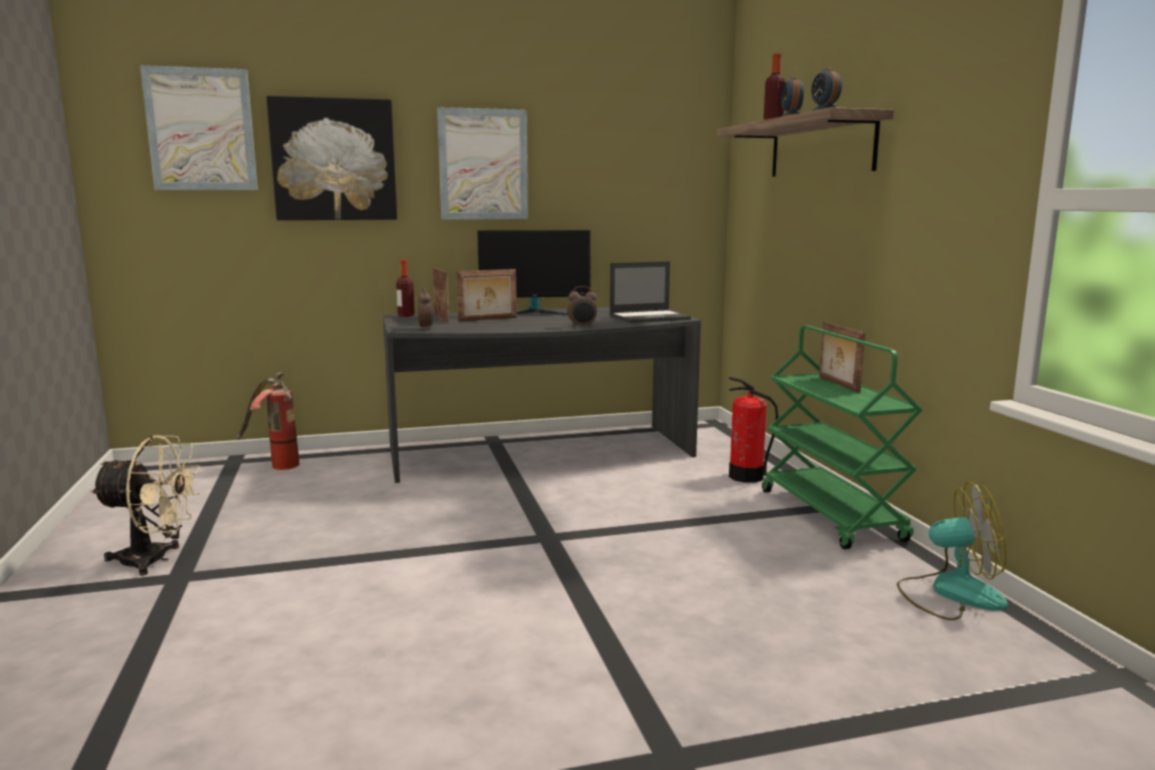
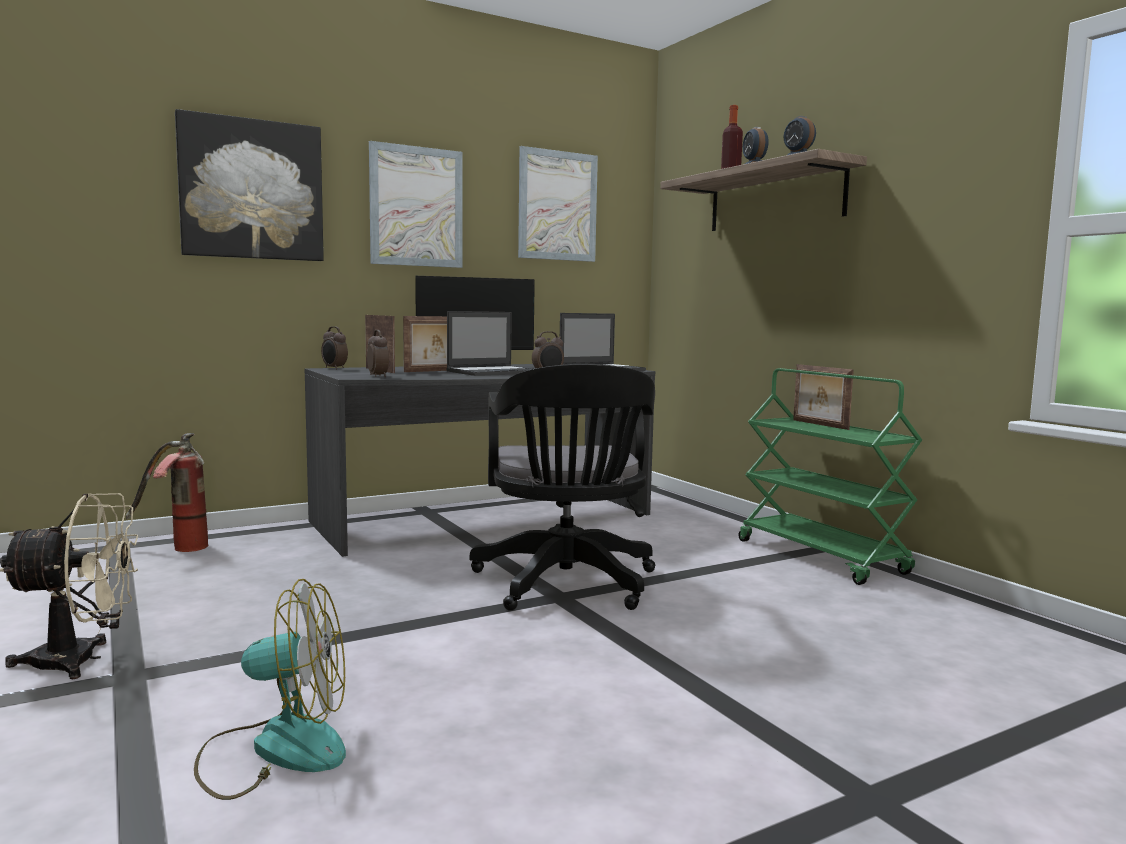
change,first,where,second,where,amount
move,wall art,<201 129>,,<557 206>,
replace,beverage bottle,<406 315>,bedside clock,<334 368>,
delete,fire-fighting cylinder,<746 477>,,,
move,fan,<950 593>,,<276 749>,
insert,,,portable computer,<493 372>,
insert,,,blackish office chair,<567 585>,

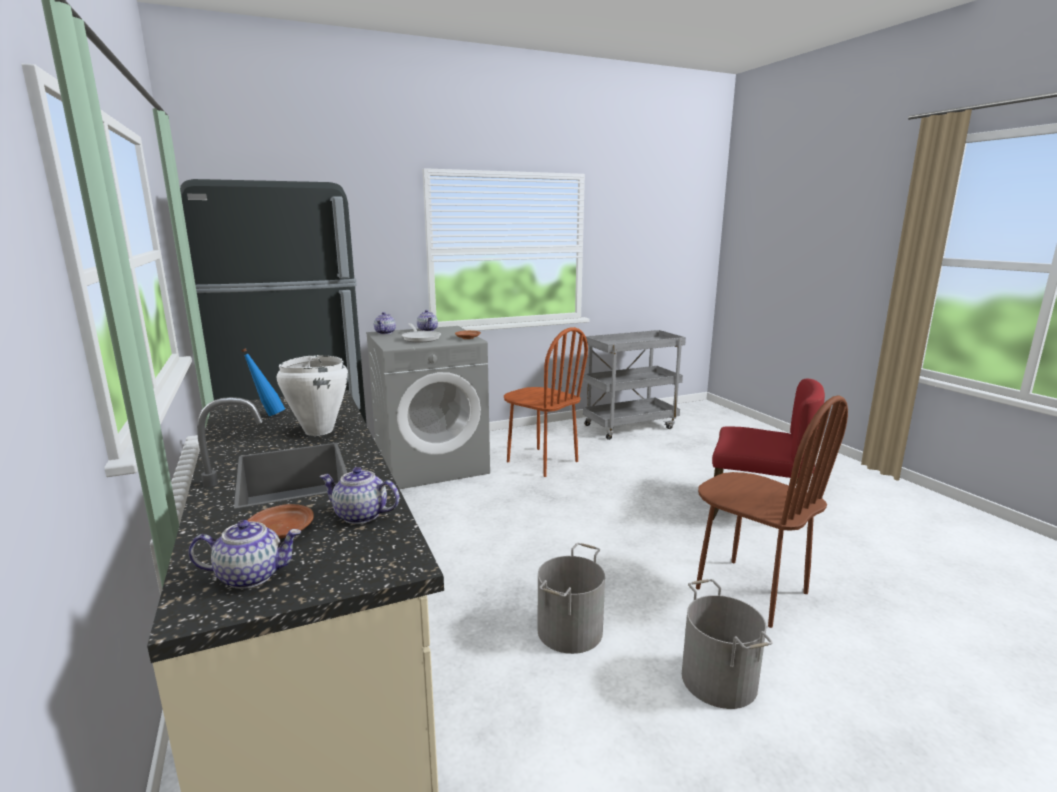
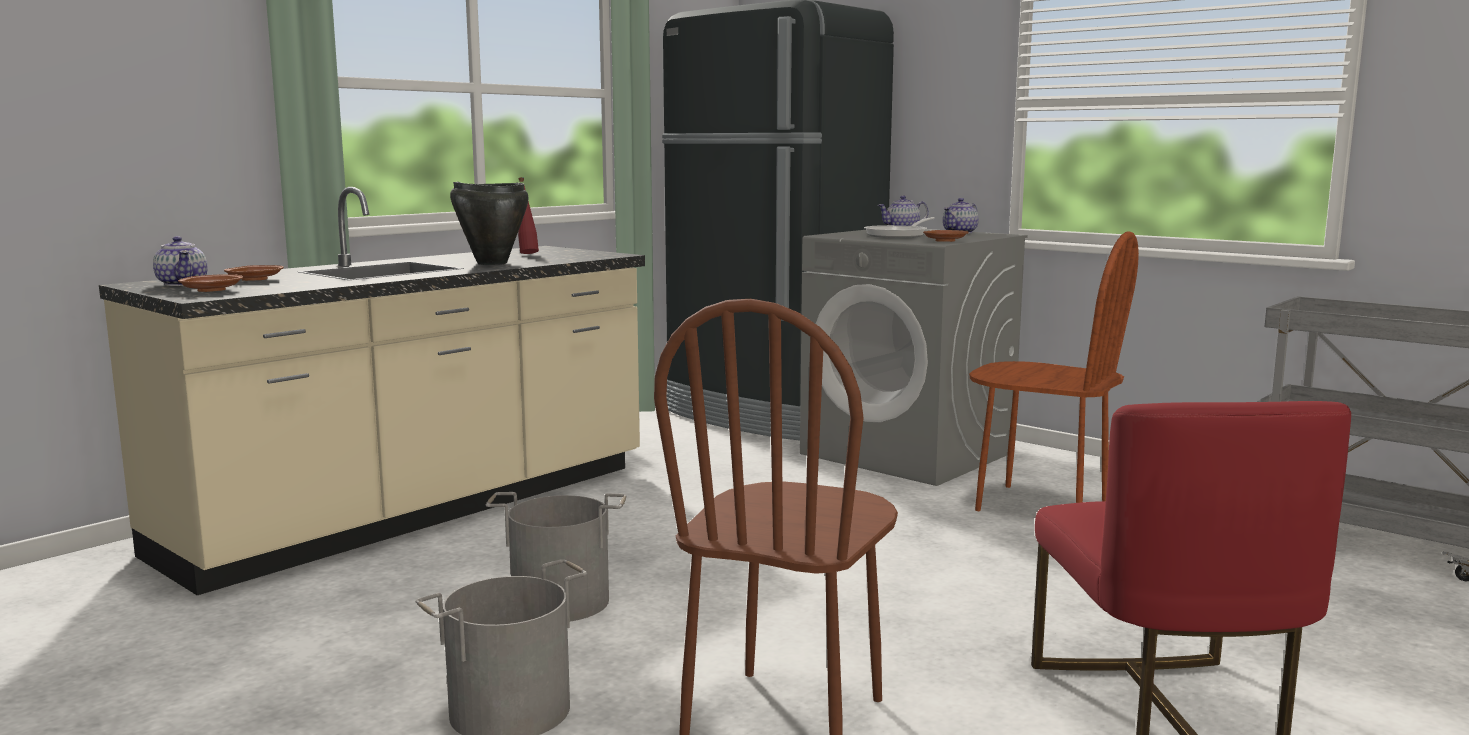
change,first,where,second,where,amount
recolor,blue beverage bottle,<267 415>,reddish beverage bottle,<527 253>,
recolor,whitish stockpot,<318 431>,blackish stockpot,<491 263>,
delete,tea pot,<360 515>,,,
rotate,brownish chair,<542 462>,,<1041 506>,75 degrees counterclockwise
insert,,,brownish dinner plate,<212 290>,

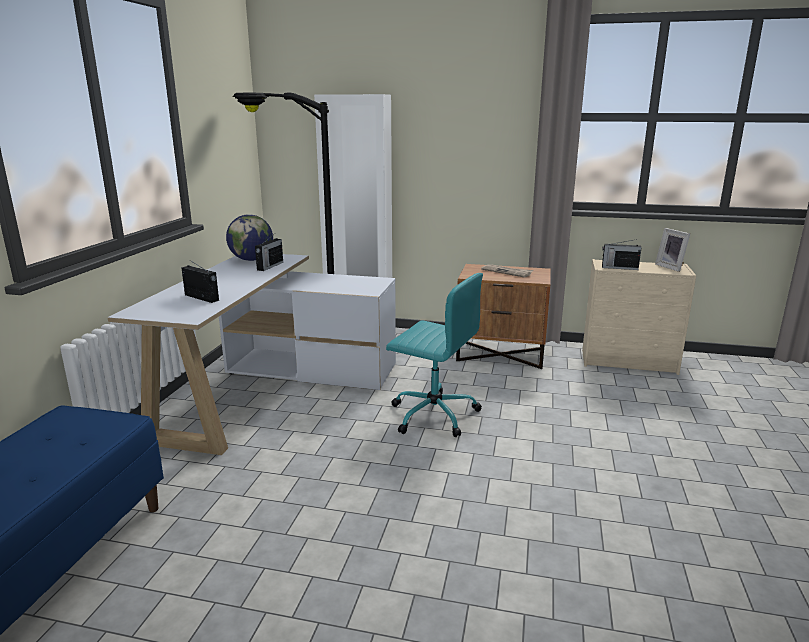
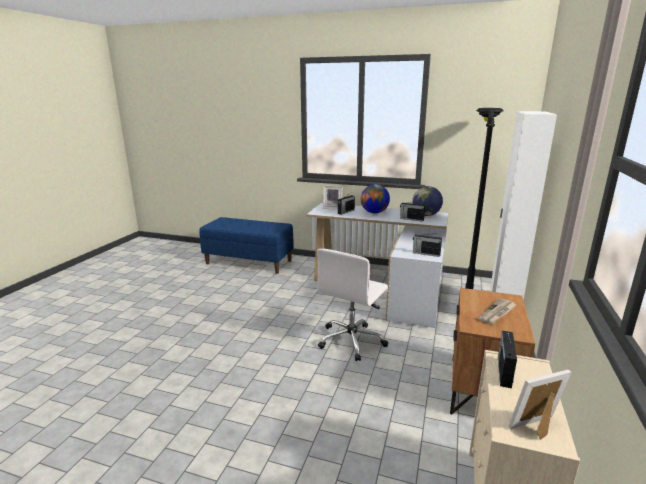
change,first,where,second,where,amount
recolor,blue-green office chair,<432 414>,whitish office chair,<352 340>,
insert,,,picture frame,<332 208>,
insert,,,globe,<374 212>,
insert,,,radio set,<425 253>,

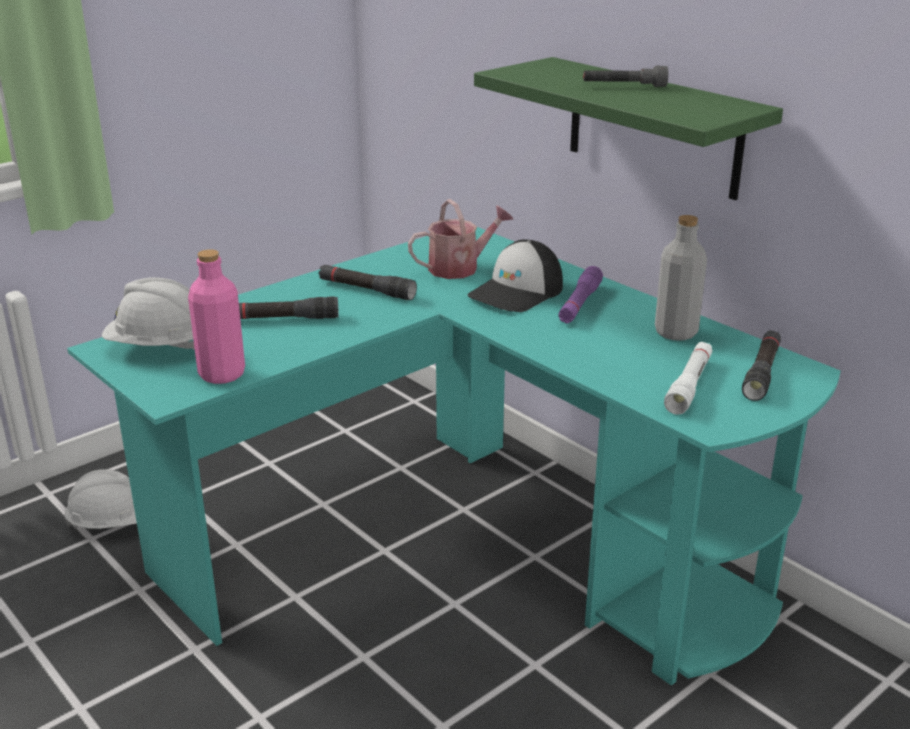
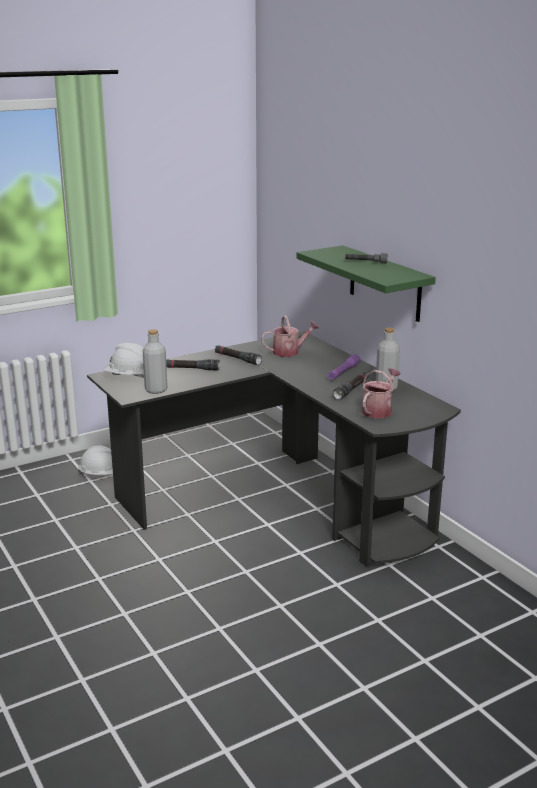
change,first,where,second,where,amount
recolor,blue-green desk table,<465 544>,blackish desk table,<282 500>,
recolor,pinkish beverage bottle,<222 374>,grey beverage bottle,<156 390>,
delete,baseball cap,<517 292>,,,
replace,whitish flashlight,<689 385>,sprinkling can,<379 410>,
move,blackish flashlight,<762 373>,,<351 390>,

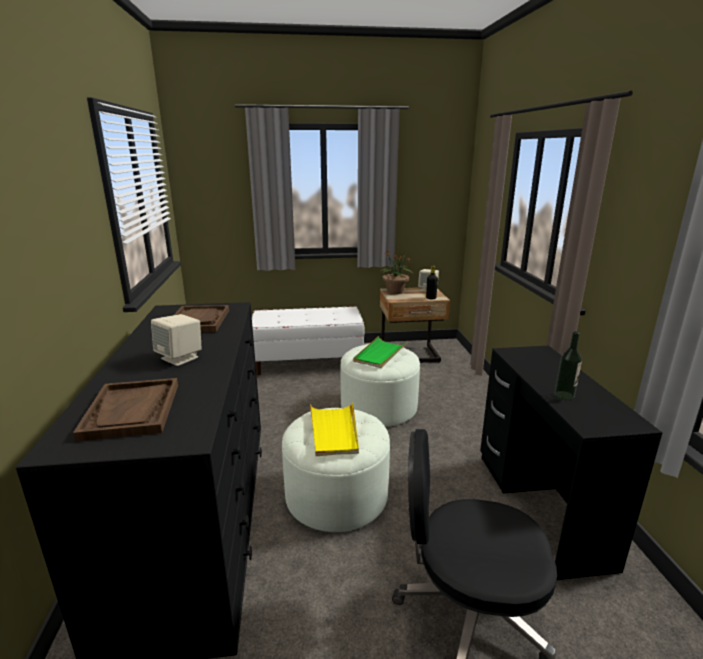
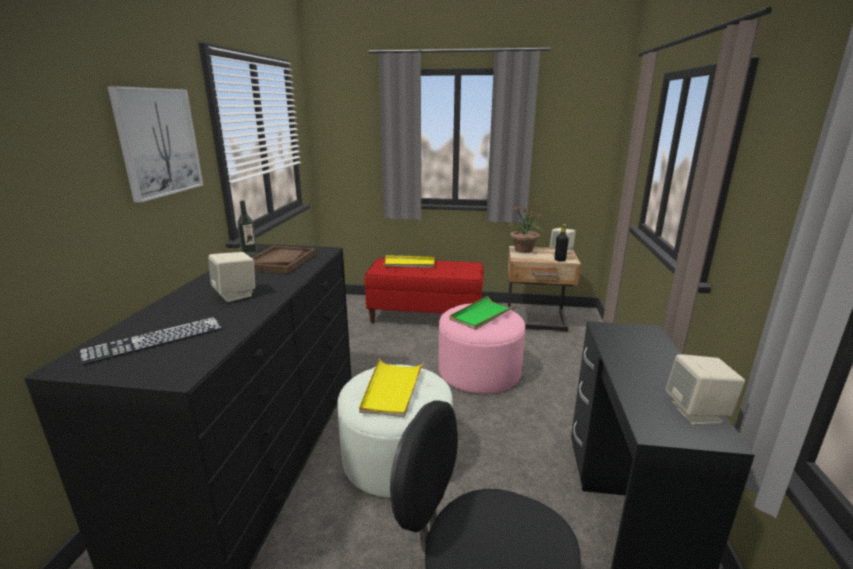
change,first,where,second,where,amount
replace,brownish tray,<132 410>,computer keyboard,<155 340>,
recolor,whitish indoor bench,<308 362>,reddish indoor bench,<426 316>,
recolor,whitish ottoman,<379 407>,pinkish ottoman,<479 372>,
move,beverage bottle,<564 395>,,<249 254>,
insert,,,wall art,<158 142>,
insert,,,yellow-coloured tray,<409 264>,
insert,,,sand-coloured audio speaker,<697 413>,

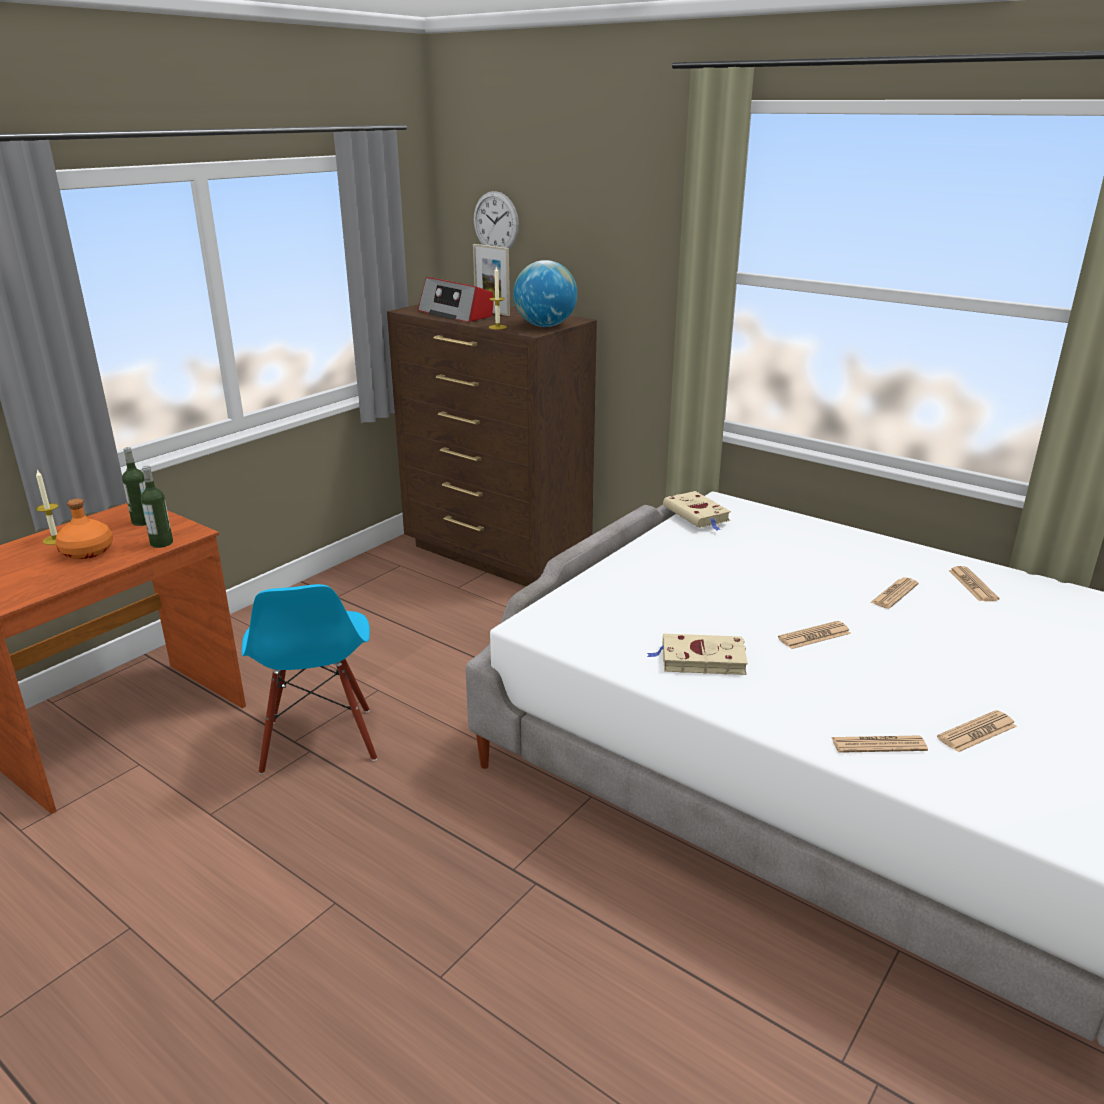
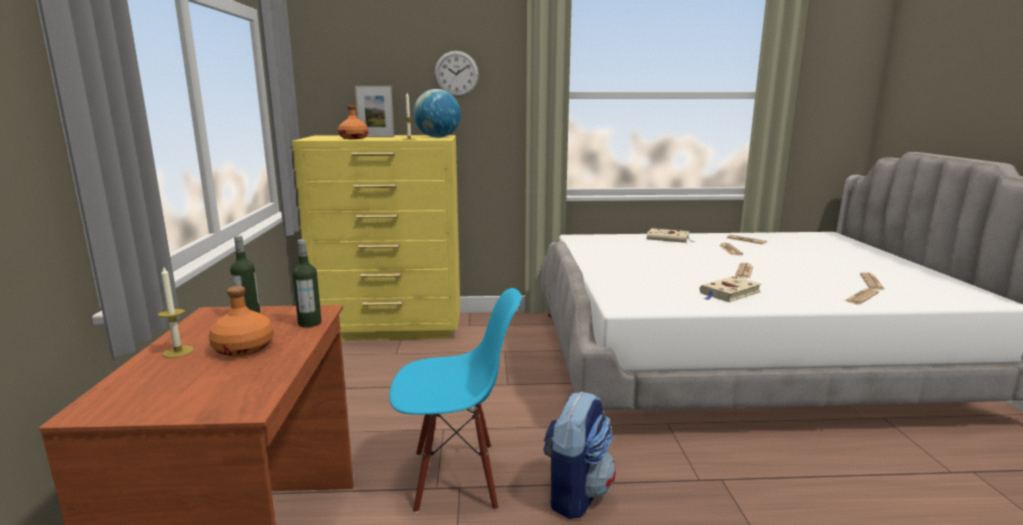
change,first,where,second,where,amount
rotate,blue chair,<319 741>,,<456 478>,45 degrees counterclockwise
recolor,brownish chest of drawers,<496 555>,yellow-coloured chest of drawers,<391 328>,
replace,radio set,<456 314>,orange-coloured beverage bottle,<354 138>,
move,wall clock,<496 222>,,<456 74>,
move,sand-coloured book,<697 514>,,<669 239>,
insert,,,rucksack,<575 493>,

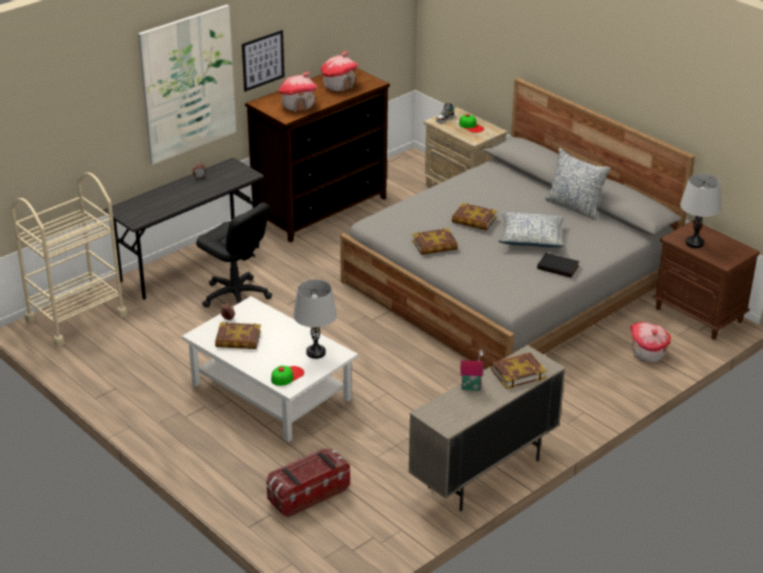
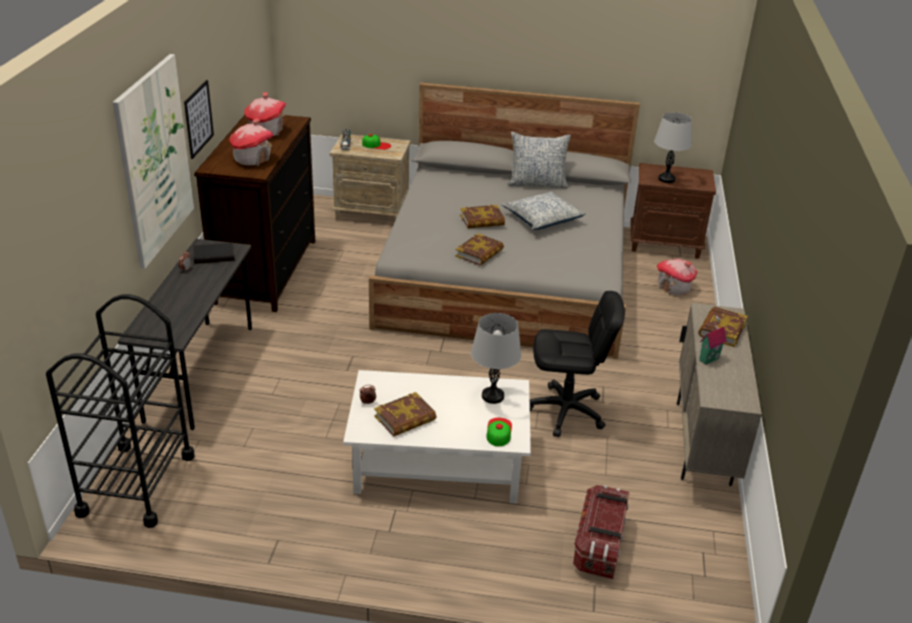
change,first,where,second,where,amount
recolor,sand-coloured trolley,<76 317>,blackish trolley,<137 484>,
move,blackish office chair,<235 296>,,<566 411>,
move,blackish book,<558 267>,,<214 255>,

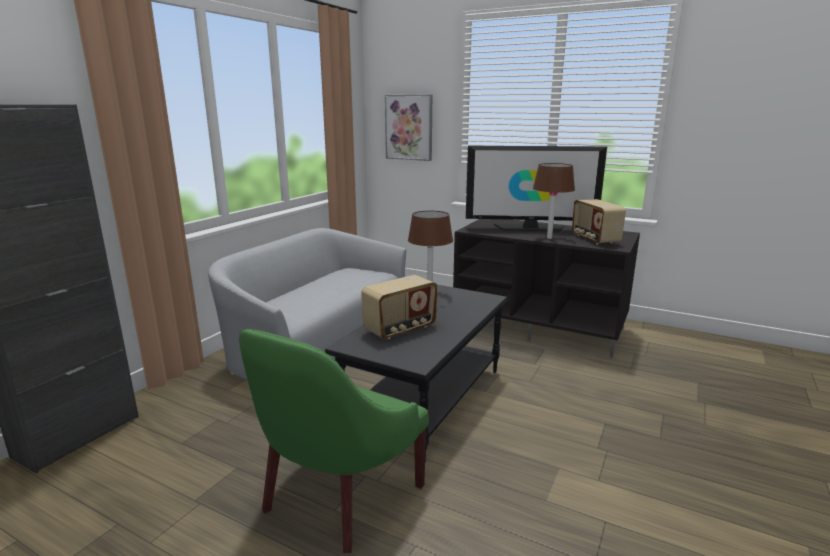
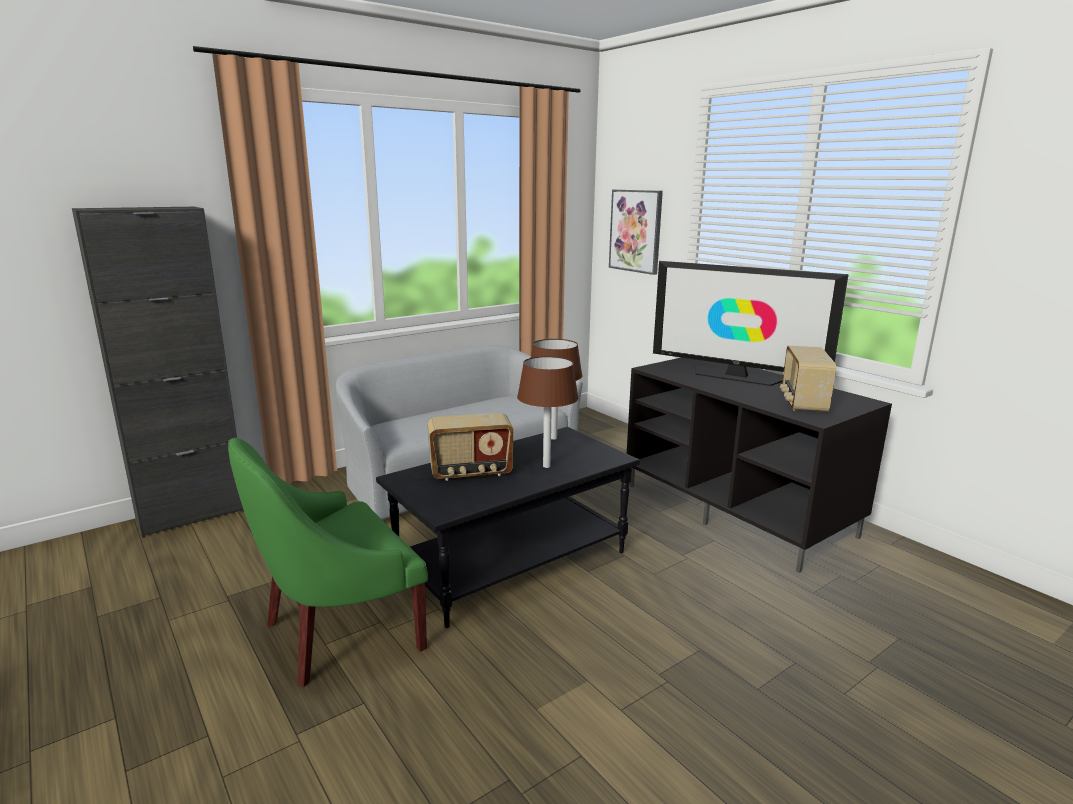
change,first,where,second,where,amount
move,brownish table lamp,<549 238>,,<546 466>,

